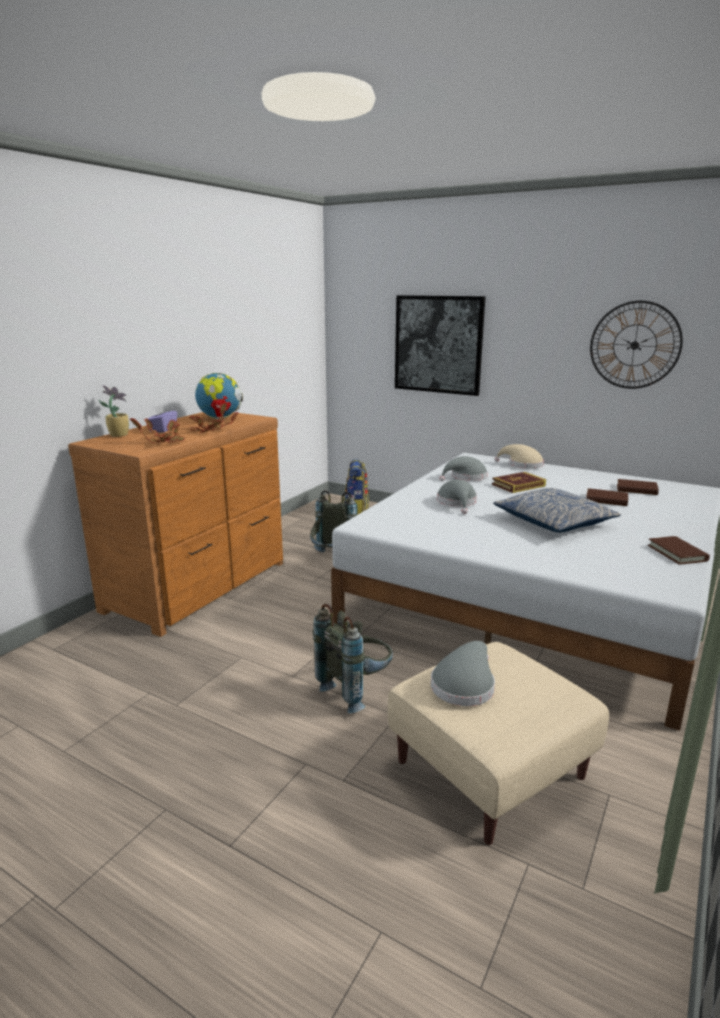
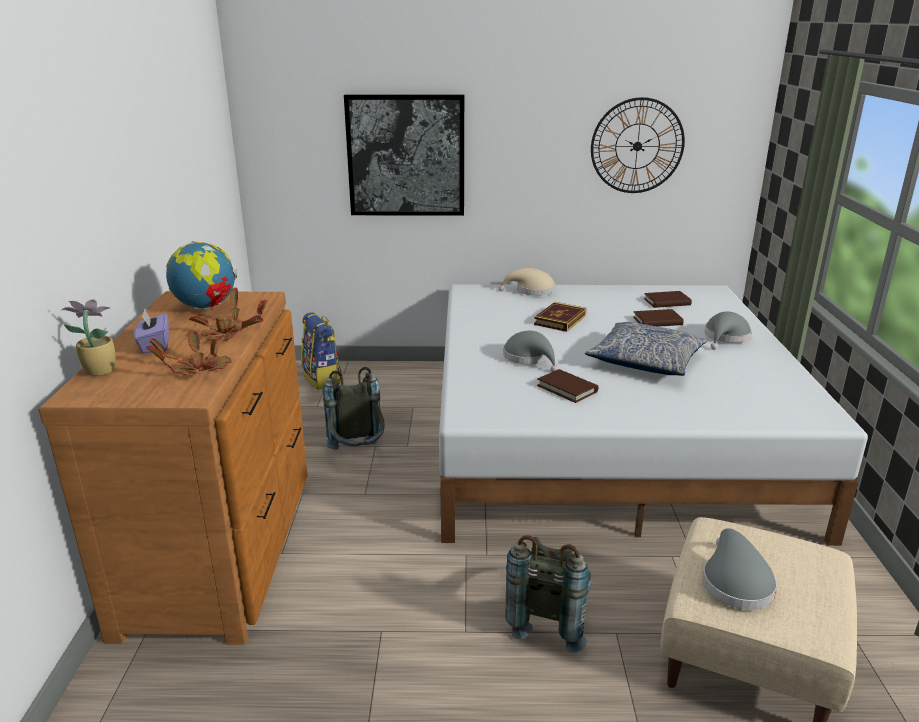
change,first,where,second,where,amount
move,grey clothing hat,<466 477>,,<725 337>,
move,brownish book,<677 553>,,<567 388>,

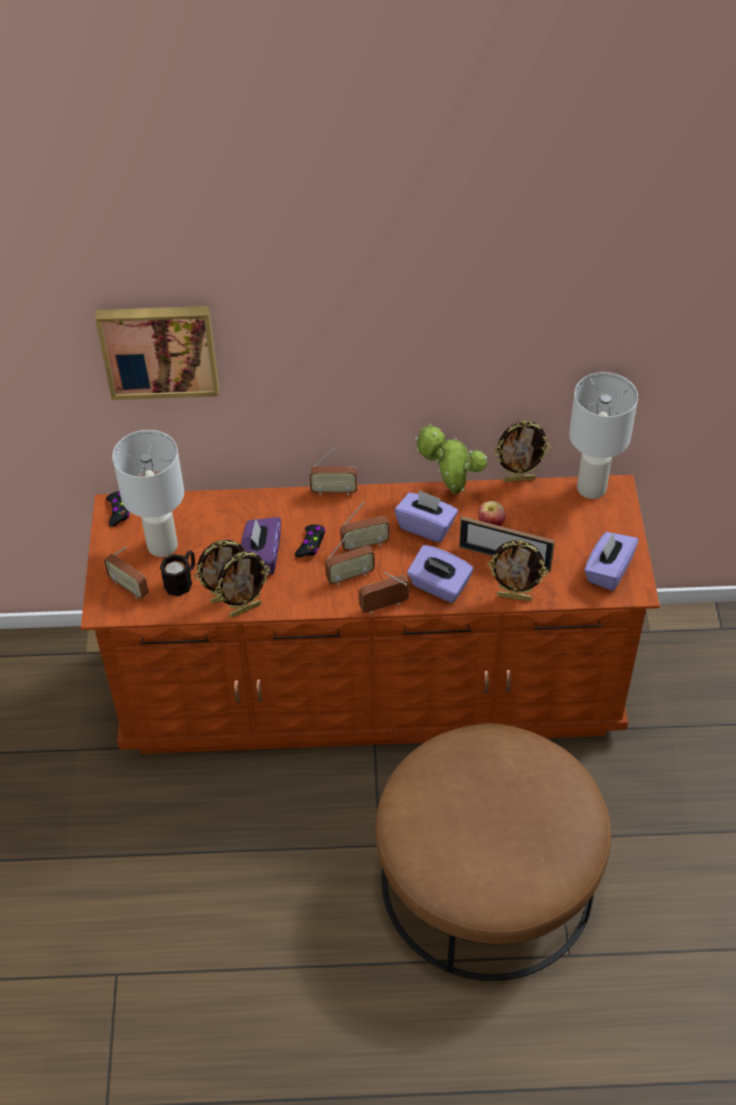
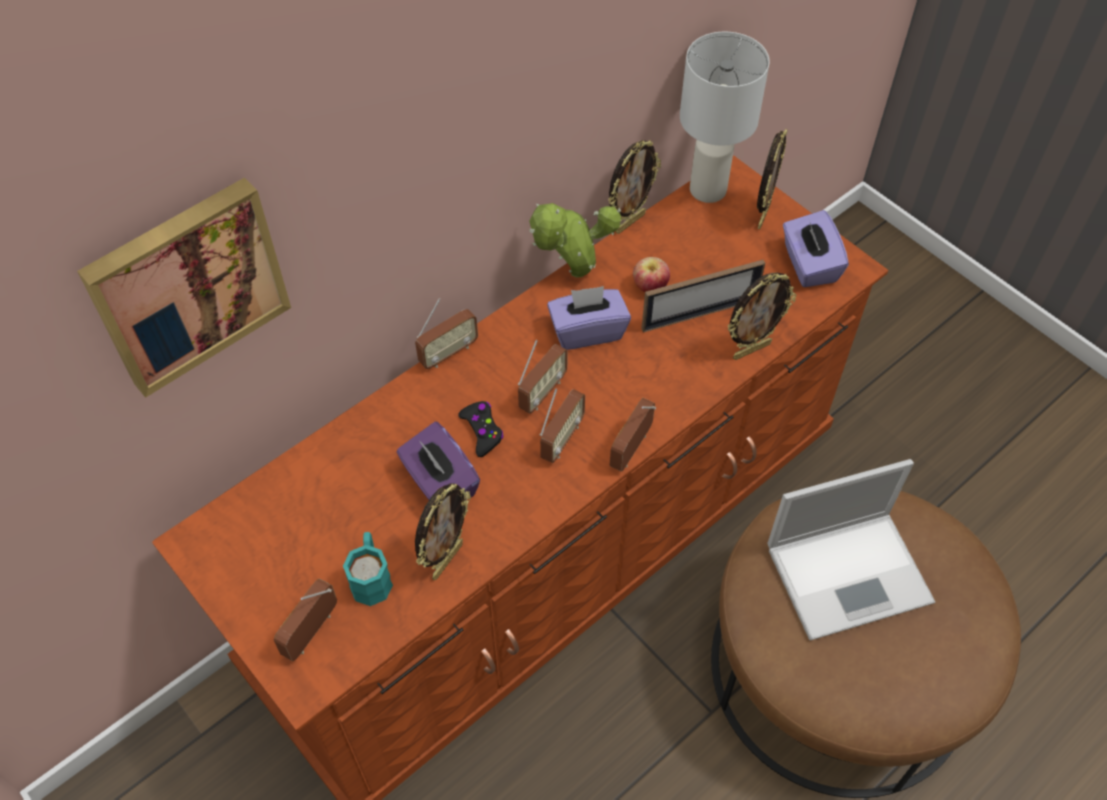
change,first,where,second,where,amount
rotate,radio set,<129 587>,,<312 632>,120 degrees clockwise
delete,blackish joypad,<119 511>,,,
delete,whitish table lamp,<162 544>,,,
recolor,blackish coffee mug,<182 580>,blue-green coffee mug,<371 577>,
move,picture frame,<245 609>,,<762 215>,
delete,purple-coloured tissue box,<439 586>,,,
insert,,,portable computer,<851 573>,

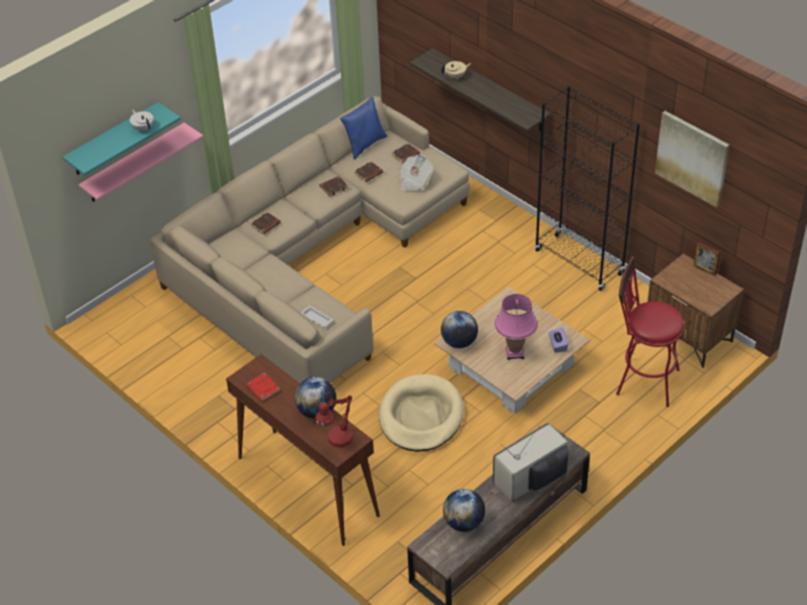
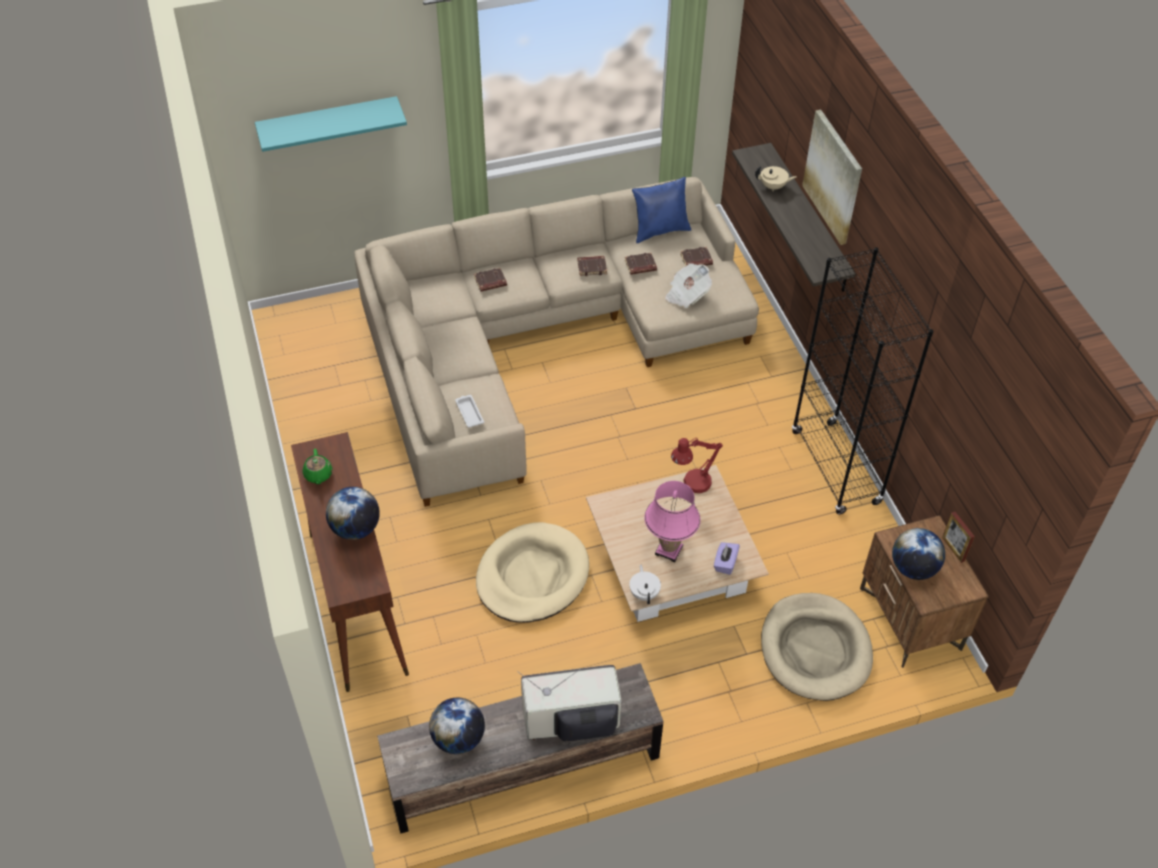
change,first,where,second,where,amount
delete,pinkish shelf,<134 163>,,,
move,whitish tea pot,<143 128>,,<644 593>,
replace,reddish book,<262 389>,green-coloured tea pot,<318 475>,
move,reddish table lamp,<336 441>,,<691 484>,
move,globe,<459 342>,,<913 568>,
replace,reddish stool,<641 380>,sand-coloured dog cushion,<815 649>,
move,wall art,<692 158>,,<833 177>,

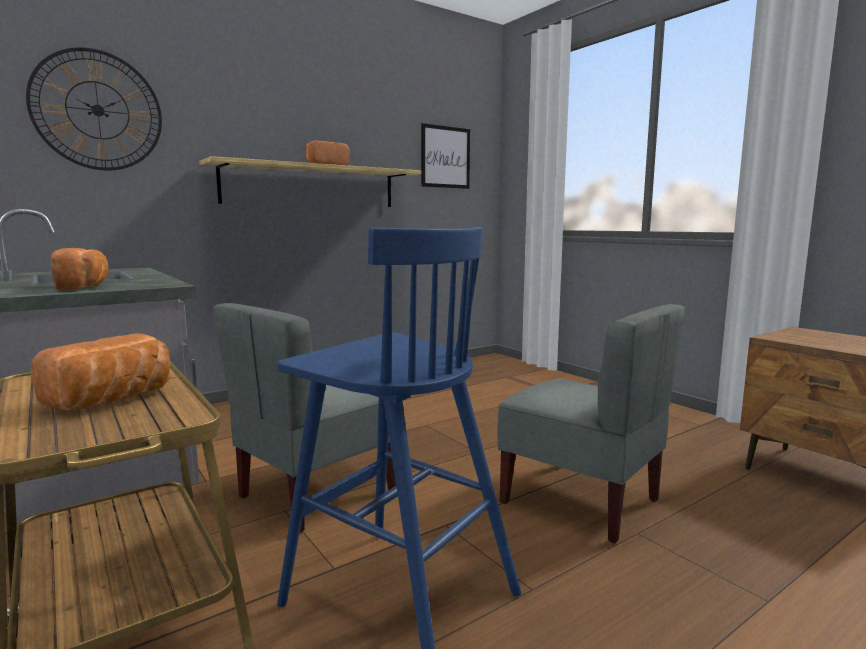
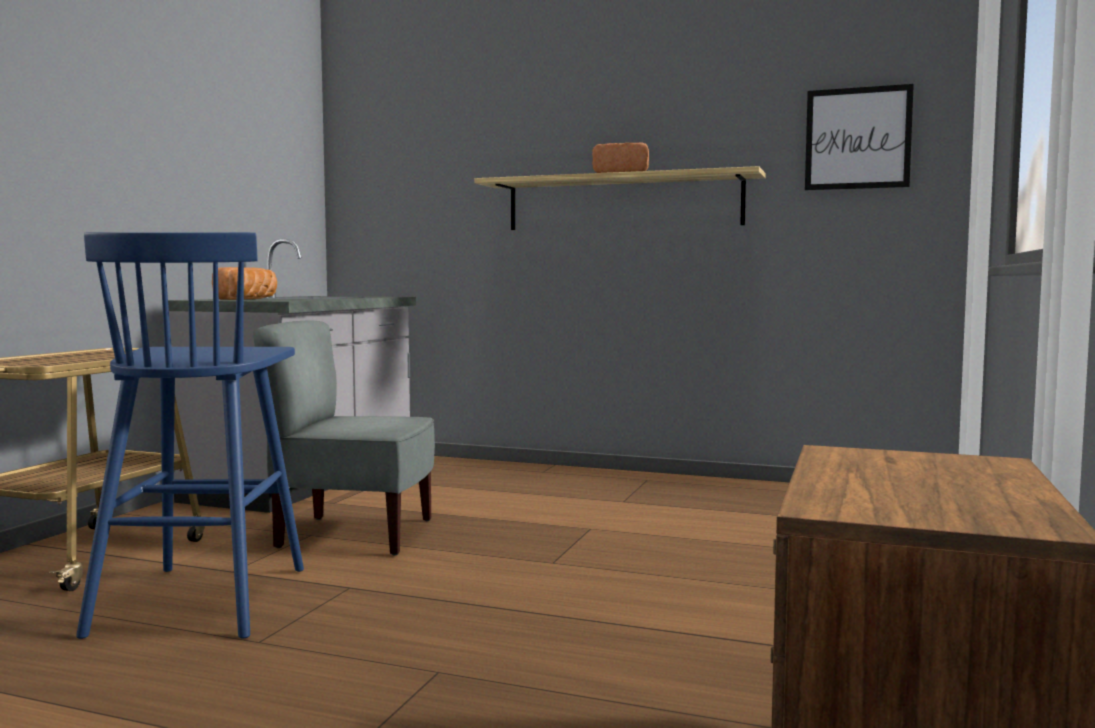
change,first,where,second,where,amount
delete,wall clock,<98 110>,,,
delete,bakery bread,<114 400>,,,
delete,grey chair,<581 501>,,,

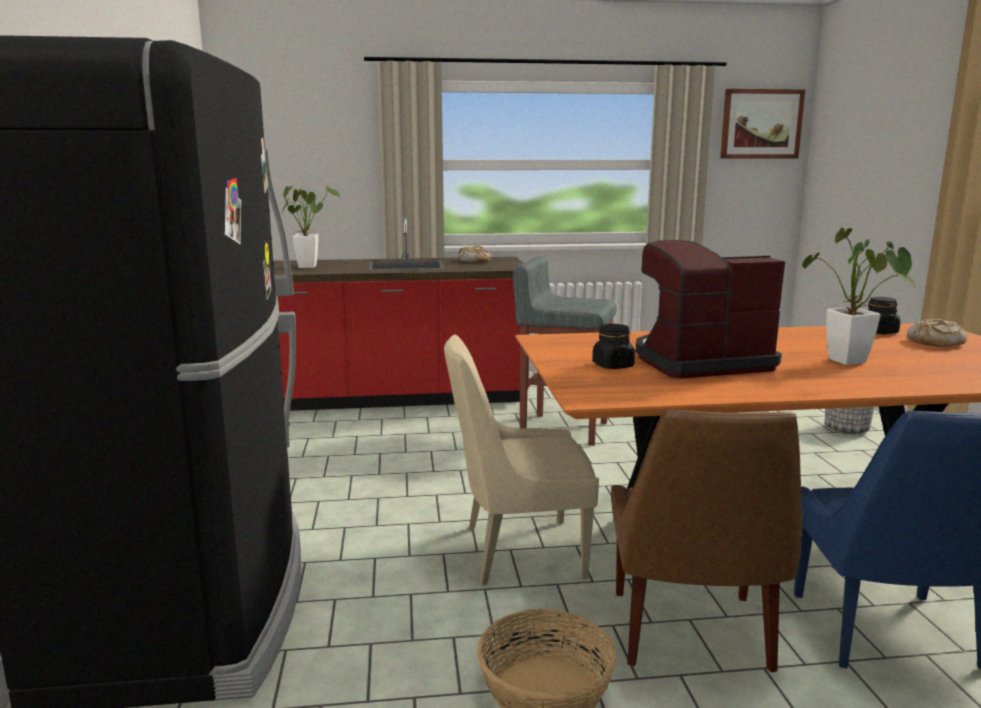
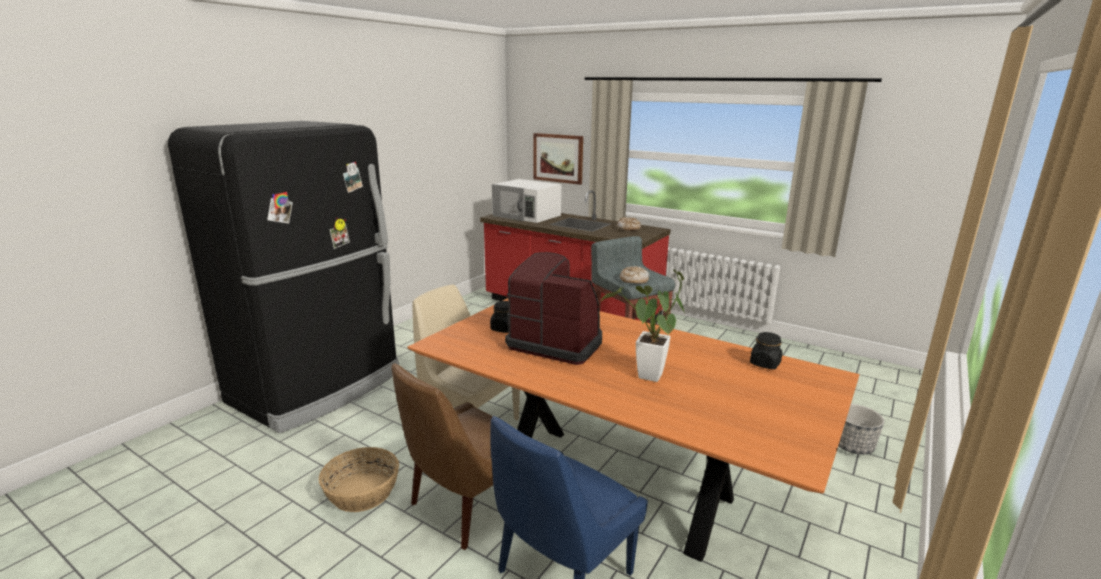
change,first,where,second,where,amount
replace,plant in a pot,<308 266>,whitish kitchen microwave,<527 215>,
move,wall art,<761 124>,,<558 158>,
move,bakery bread,<935 342>,,<633 280>,

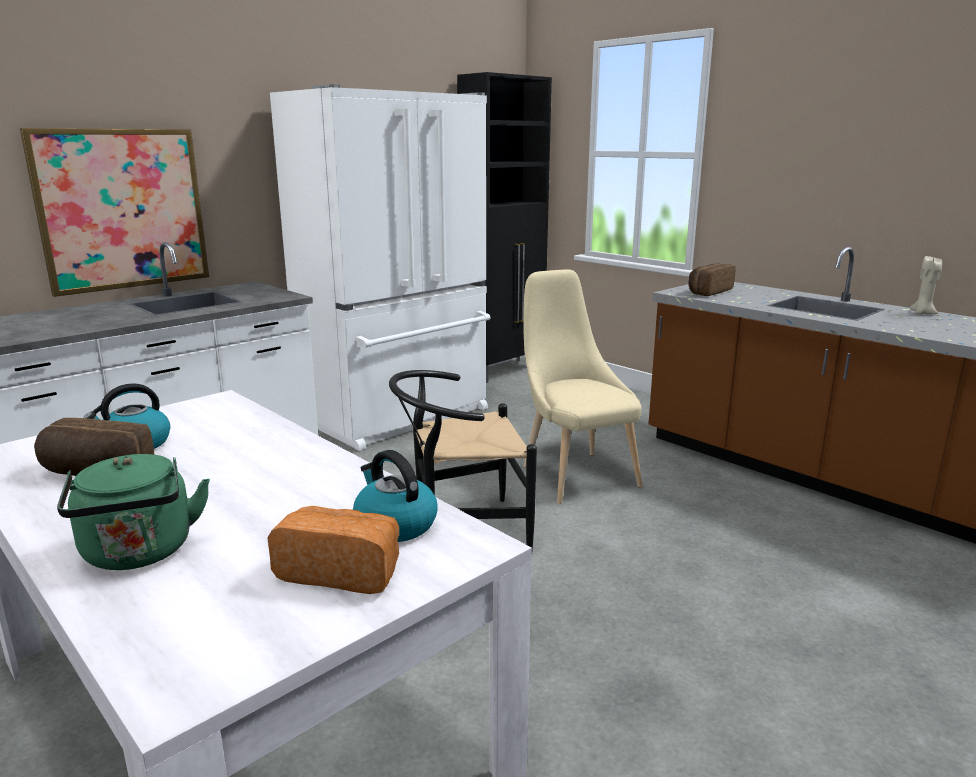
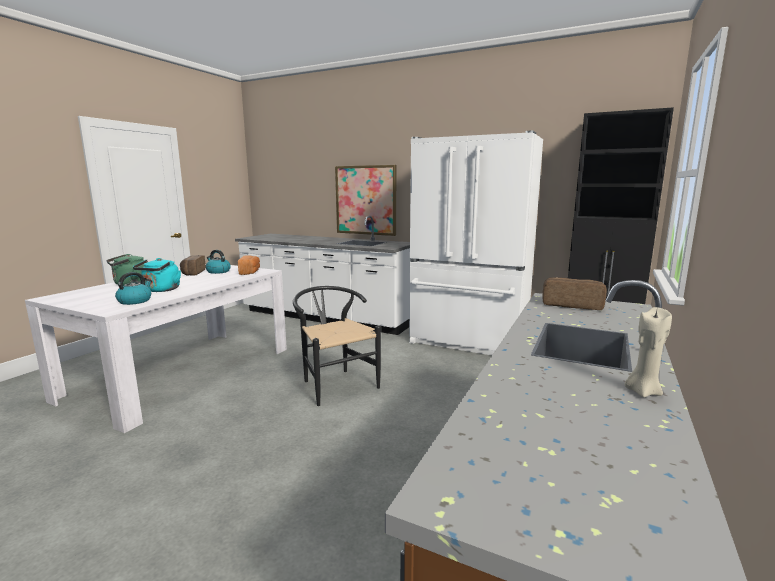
change,first,where,second,where,amount
move,bakery bread,<342 571>,,<250 272>,
delete,sand-coloured chair,<574 473>,,,
insert,,,blue-green tea kettle,<161 290>,

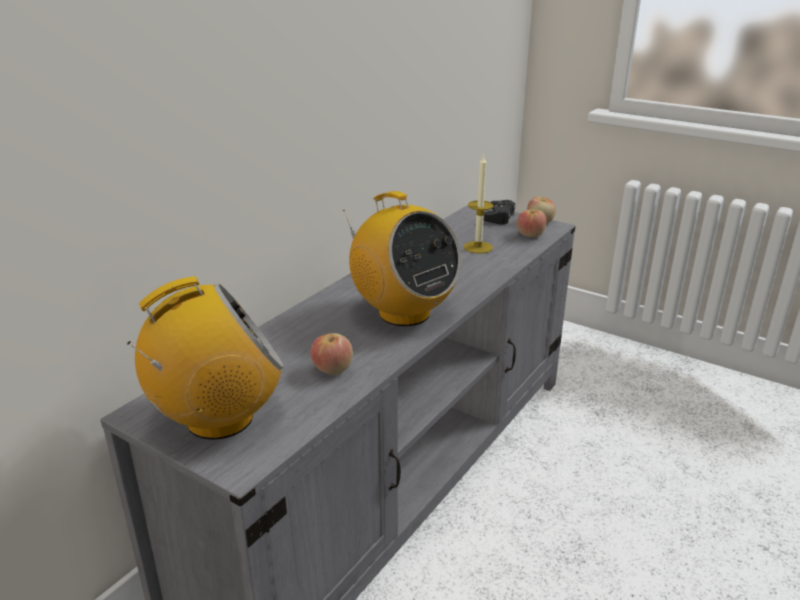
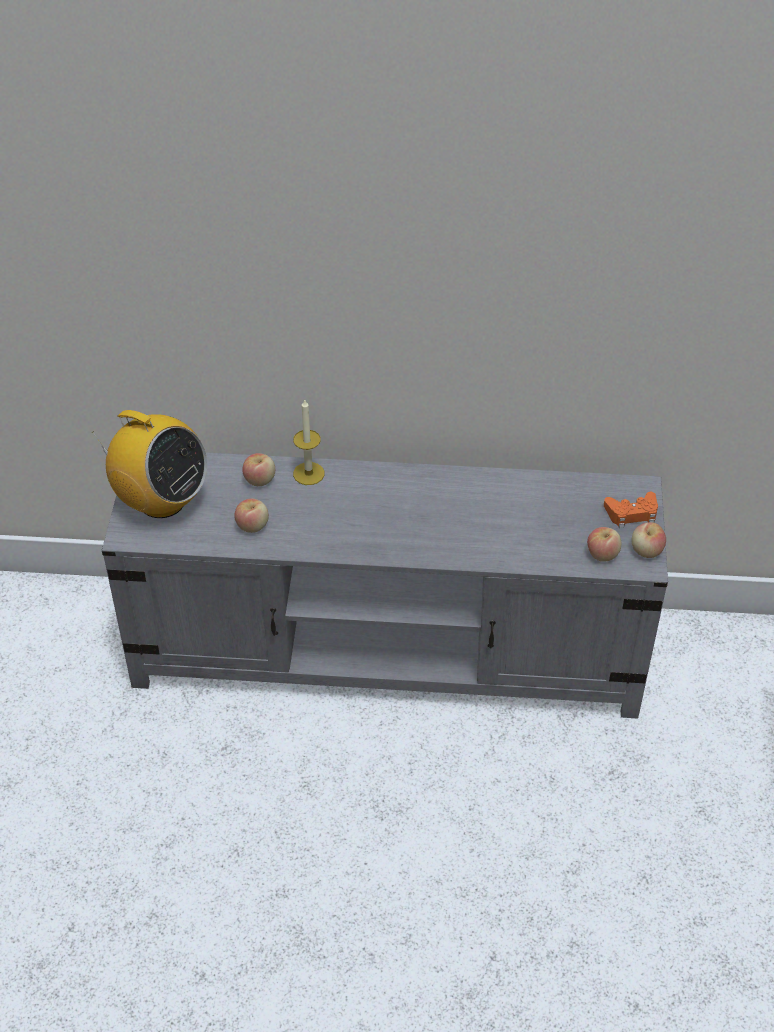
change,first,where,second,where,amount
delete,radio set,<403 313>,,,
move,wax candle,<478 247>,,<308 473>,
recolor,blackish joypad,<499 217>,orange-coloured joypad,<632 513>,
insert,,,apple fruit,<260 479>,

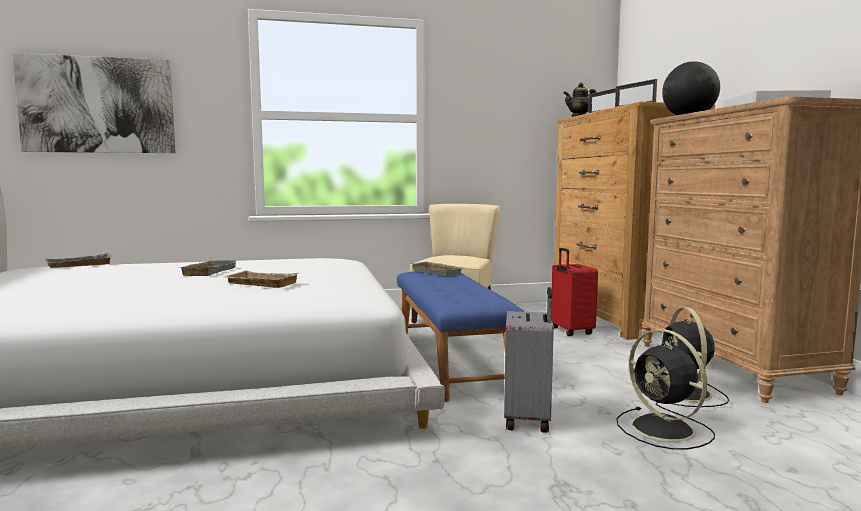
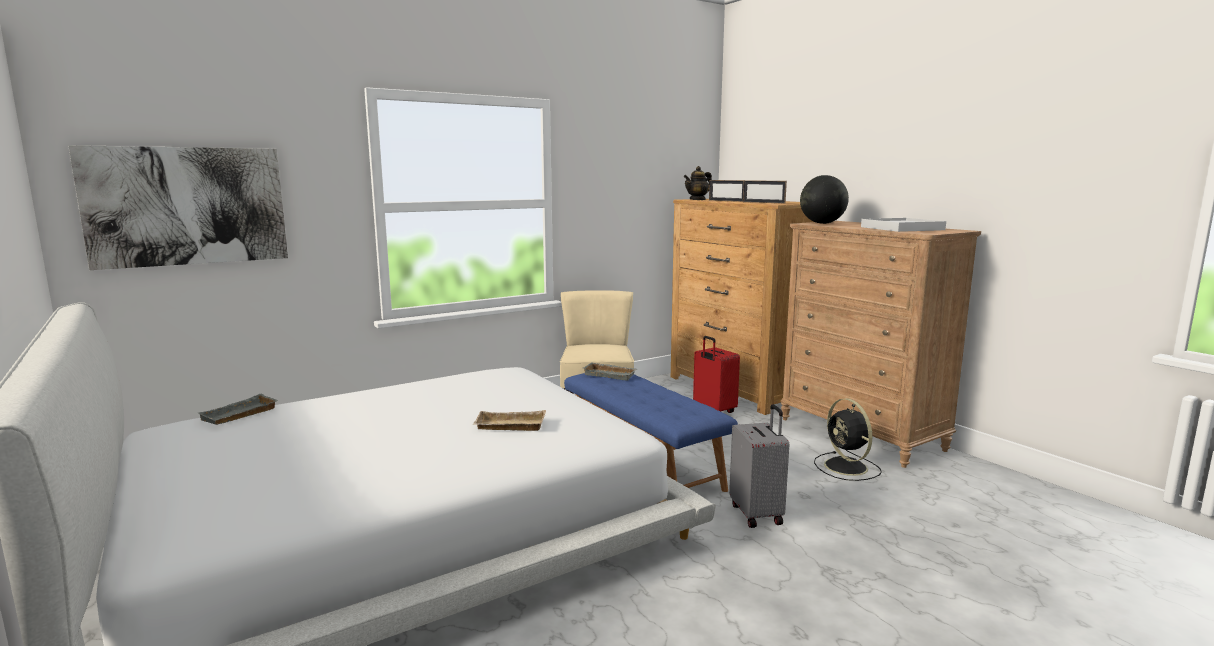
change,first,where,second,where,amount
delete,grey tray,<208 271>,,,
delete,blackish fan,<664 429>,,,

